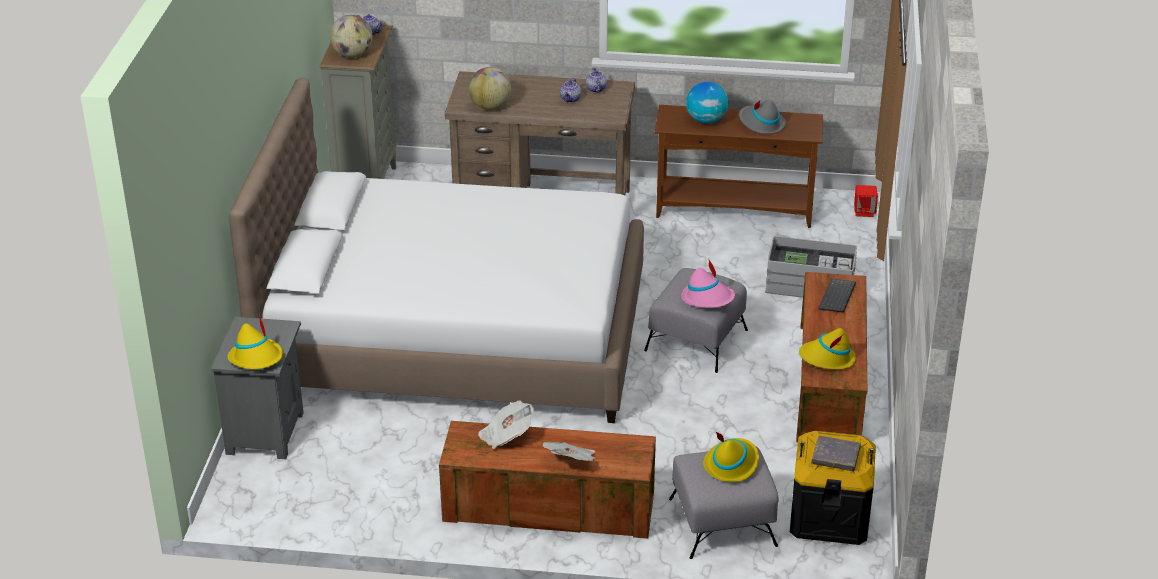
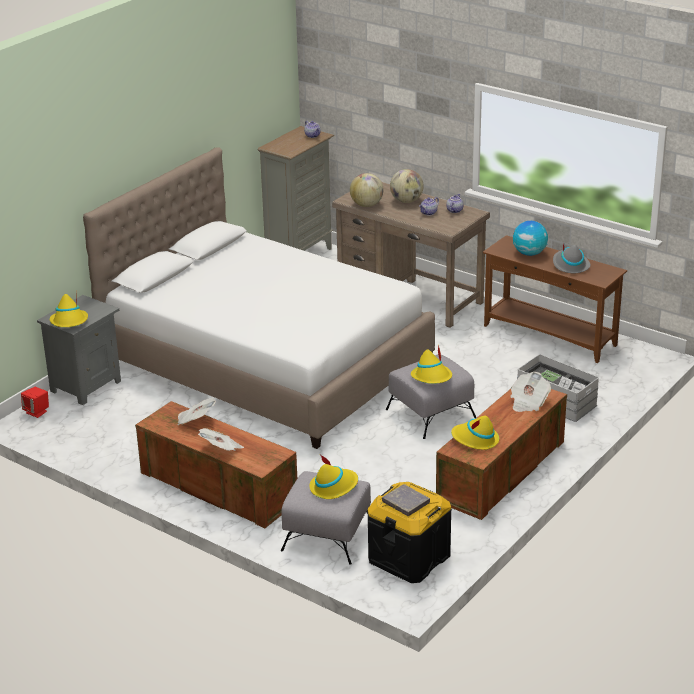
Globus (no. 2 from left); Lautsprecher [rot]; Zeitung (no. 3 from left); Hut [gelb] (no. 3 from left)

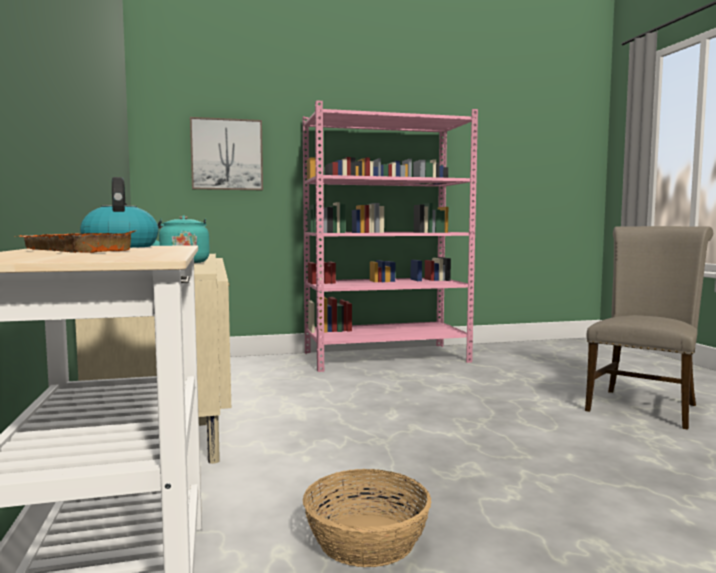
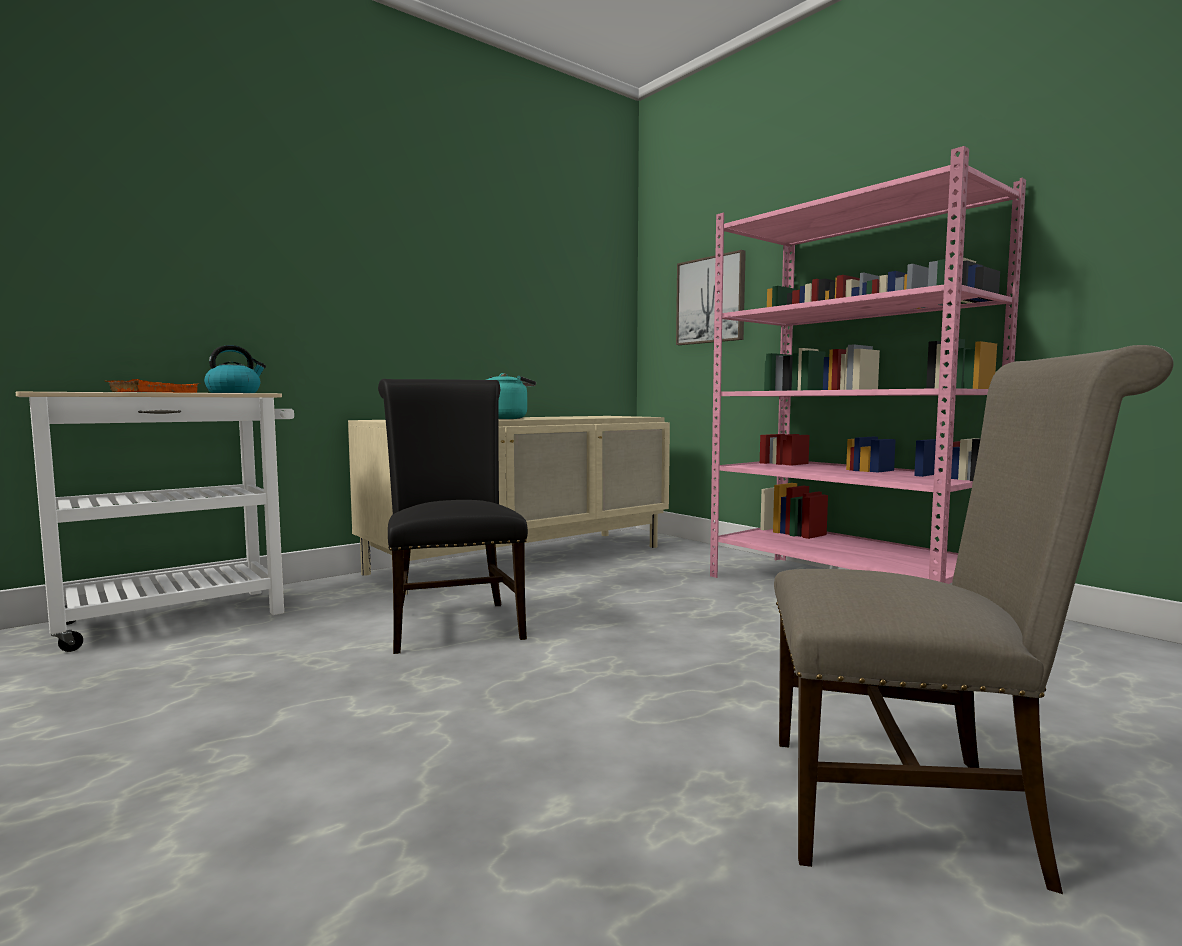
Korb; Stuhl [schwarz]

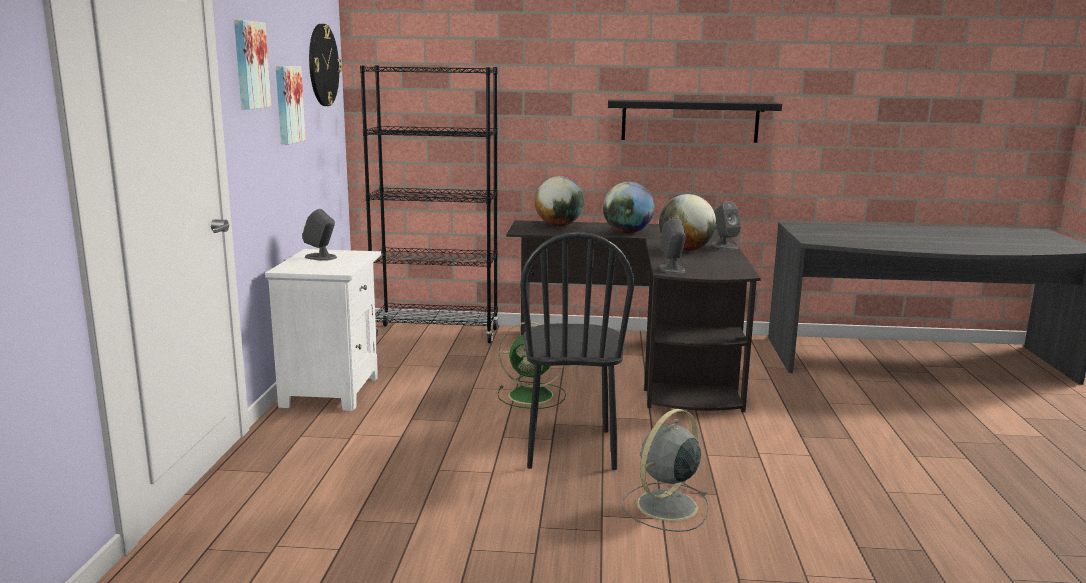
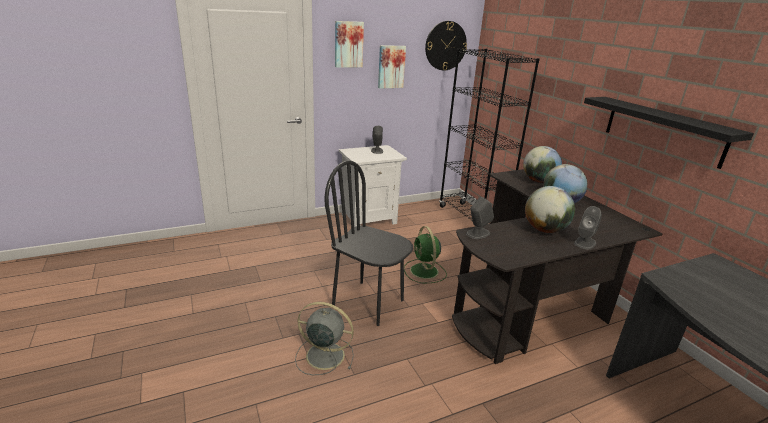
Stuhl [schwarz]

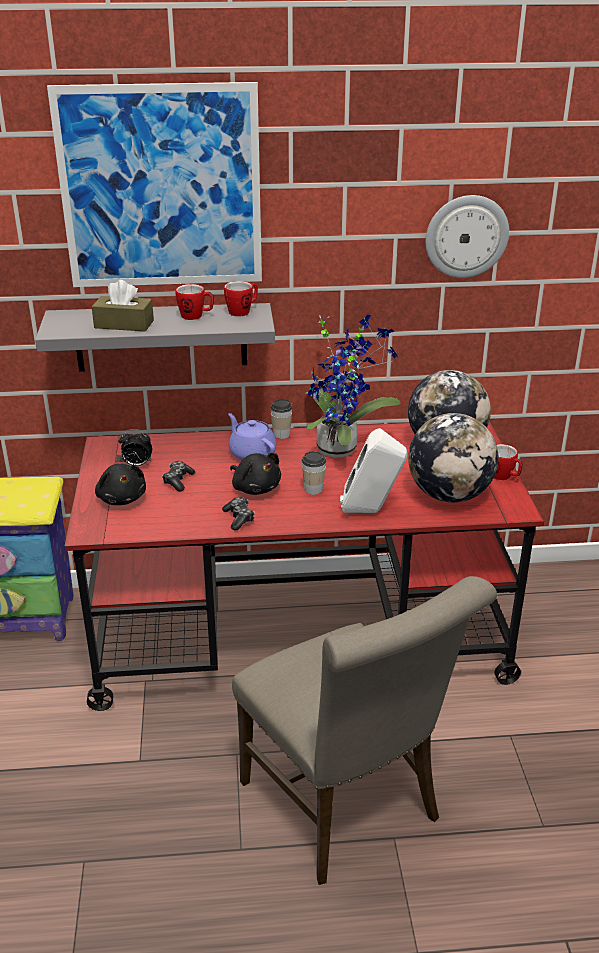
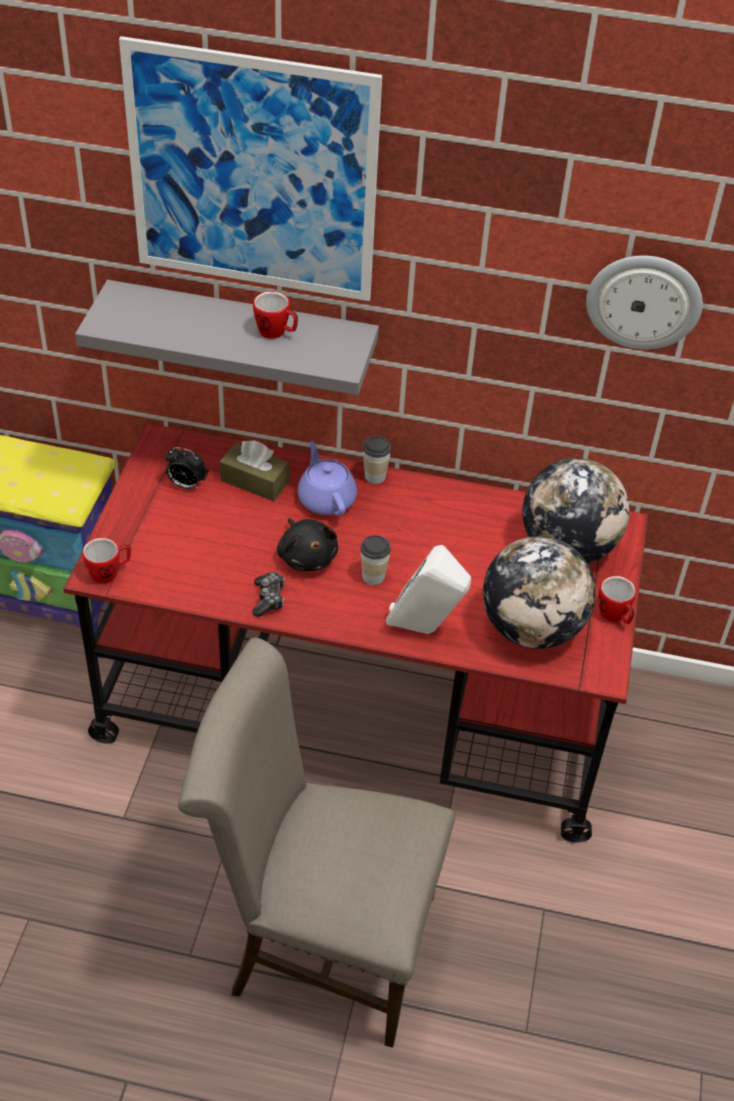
Plüschtier [schwarz] (no. 1 from left in the first image); Gamepad (no. 1 from left in the first image); Topfpflanze; Taschentuchbox [braun]; Henkelbecher (no. 1 from left); Stuhl [beige]

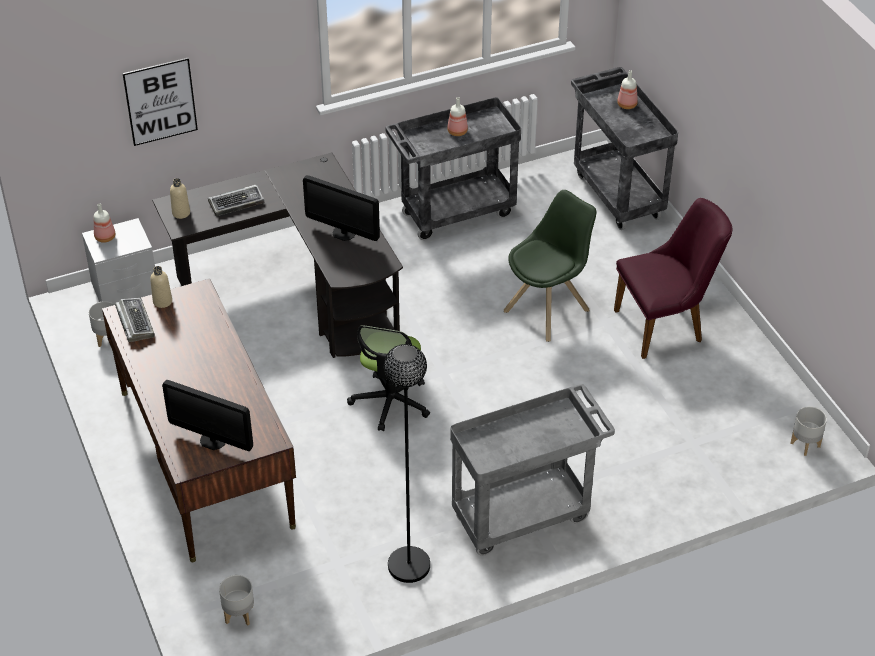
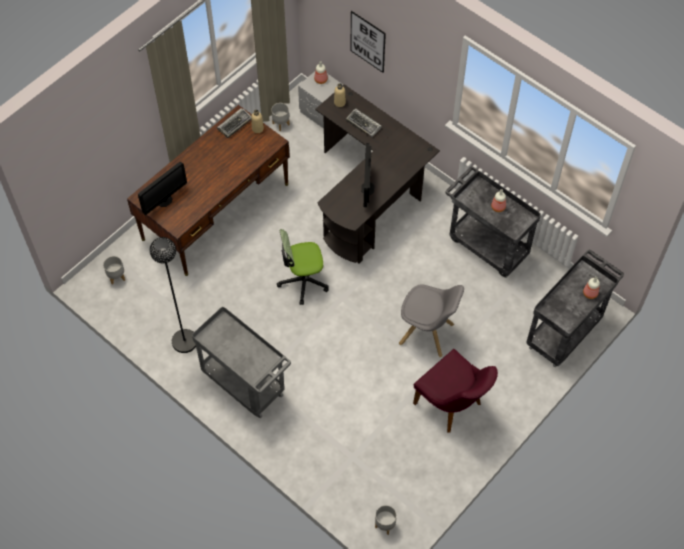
Stuhl [grau]; Monitor (no. 1 from left)

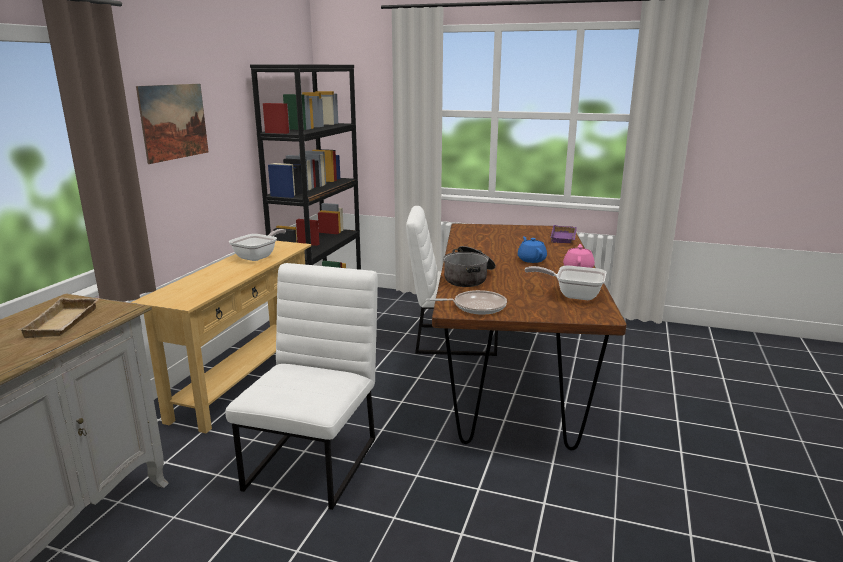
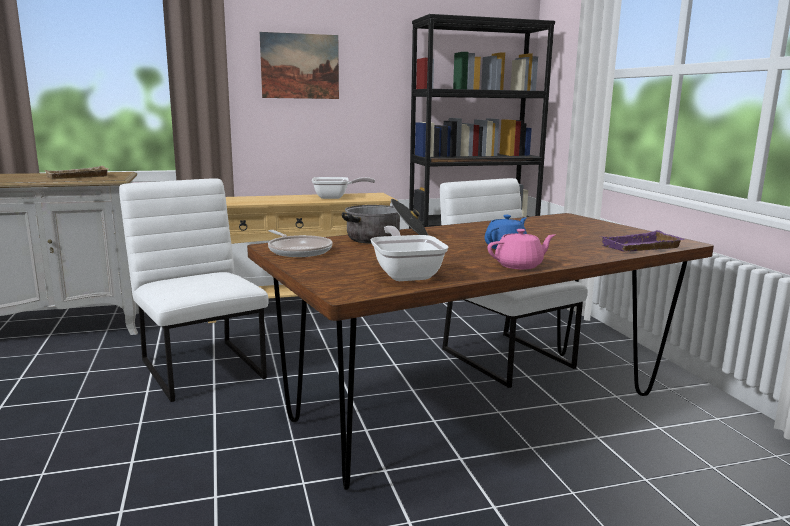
Stuhl [weiß] (no. 1 from left)

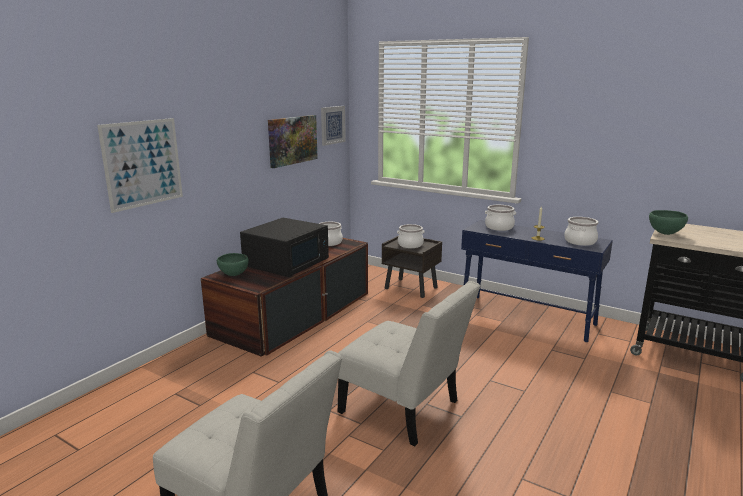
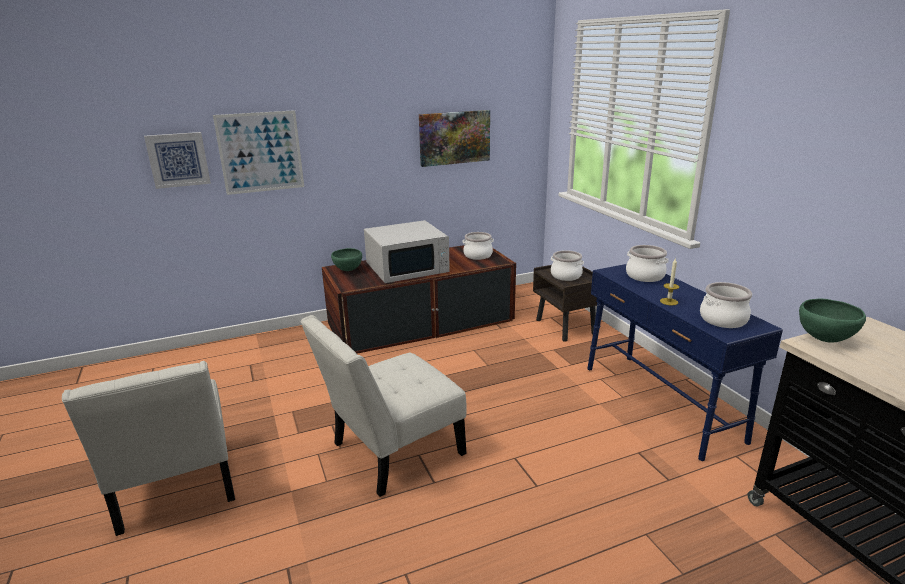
Bild (no. 1 from left); Mikrowelle [weiß]; Stuhl [weiß] (no. 2 from left)

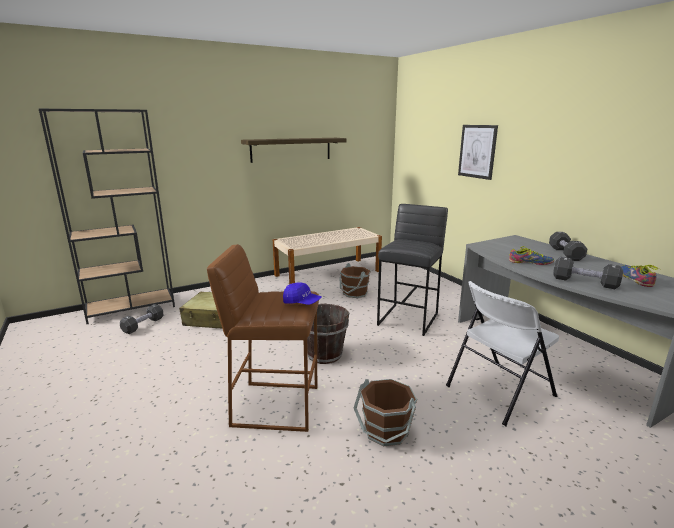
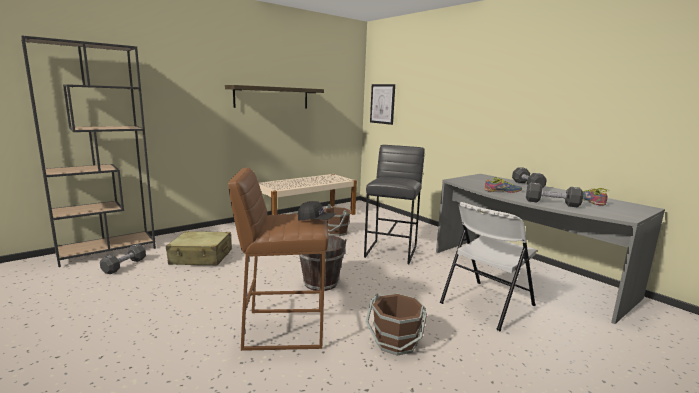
Bild; Kappe [schwarz]

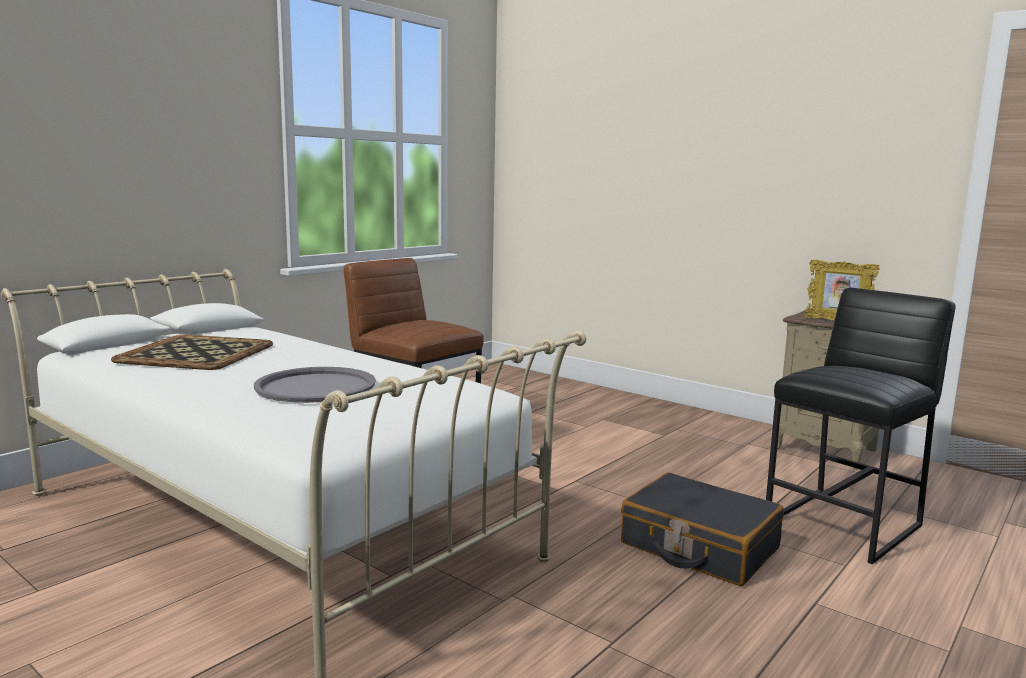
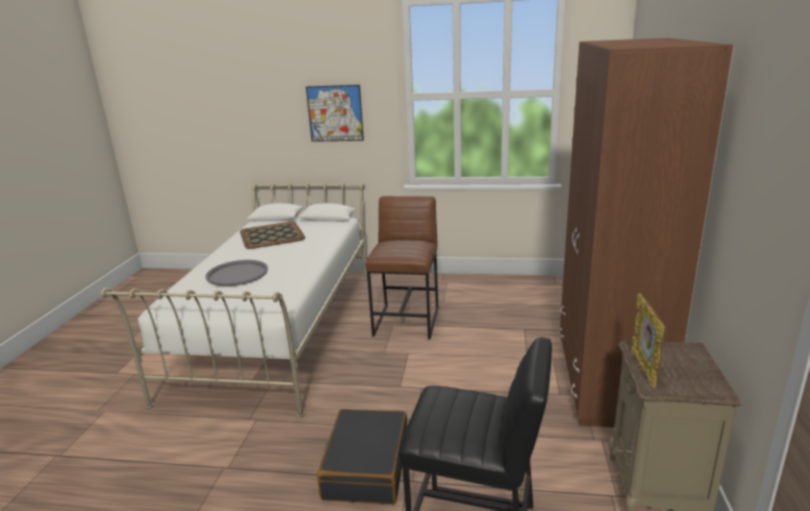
Bild; Kleiderschrank [braun]

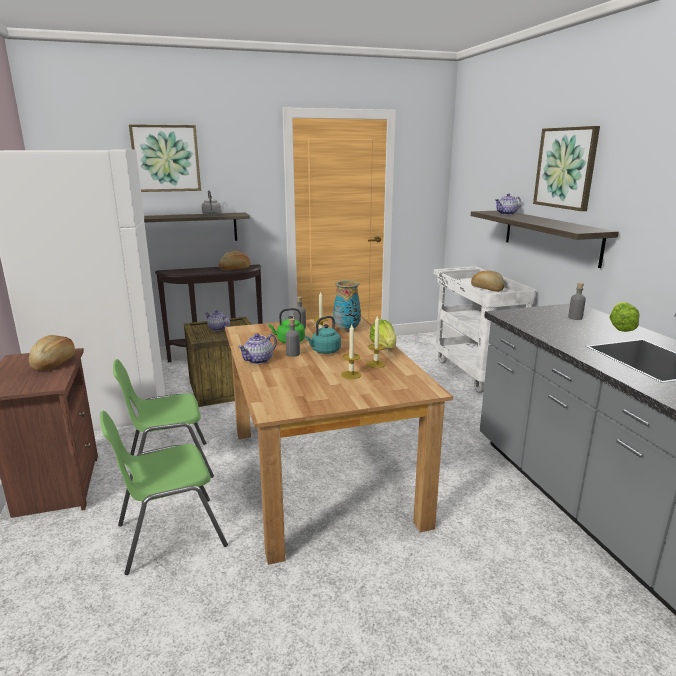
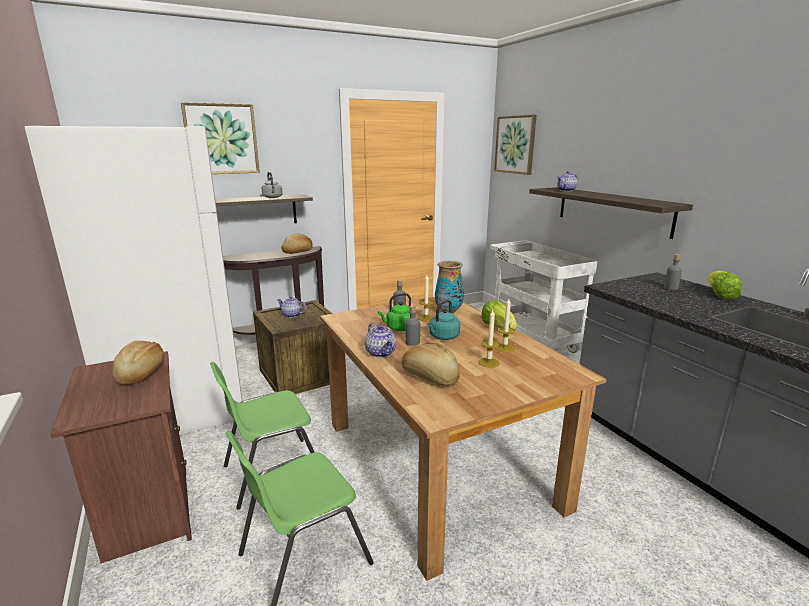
Brot (no. 3 from left); Bild (no. 2 from left); Teekanne (no. 2 from left)

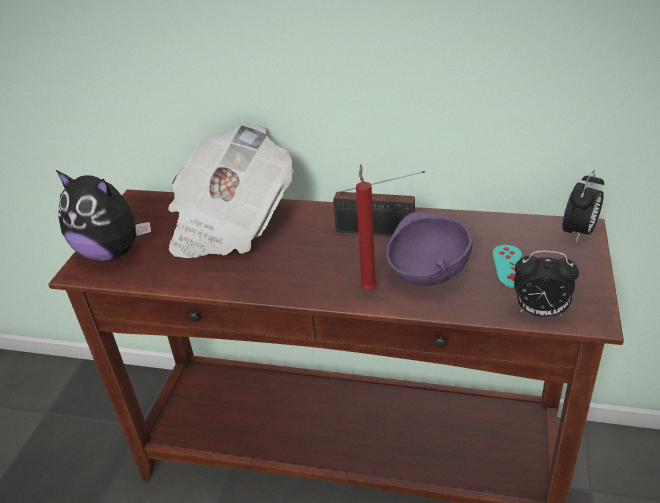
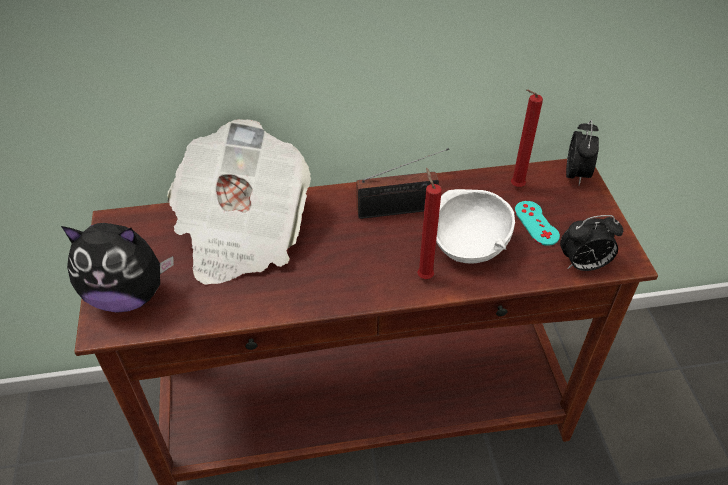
Kerze [rot] (no. 2 from left); Schüssel [weiß]

